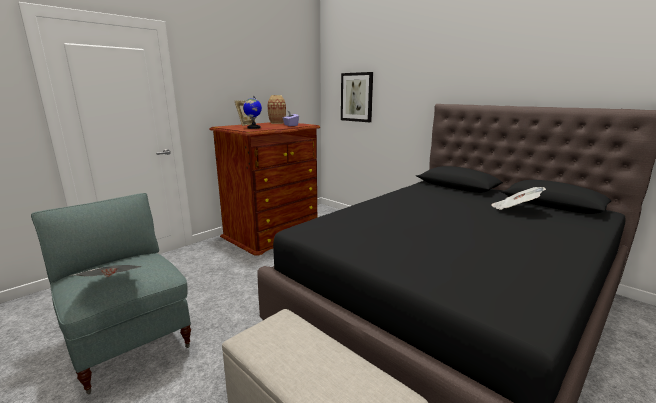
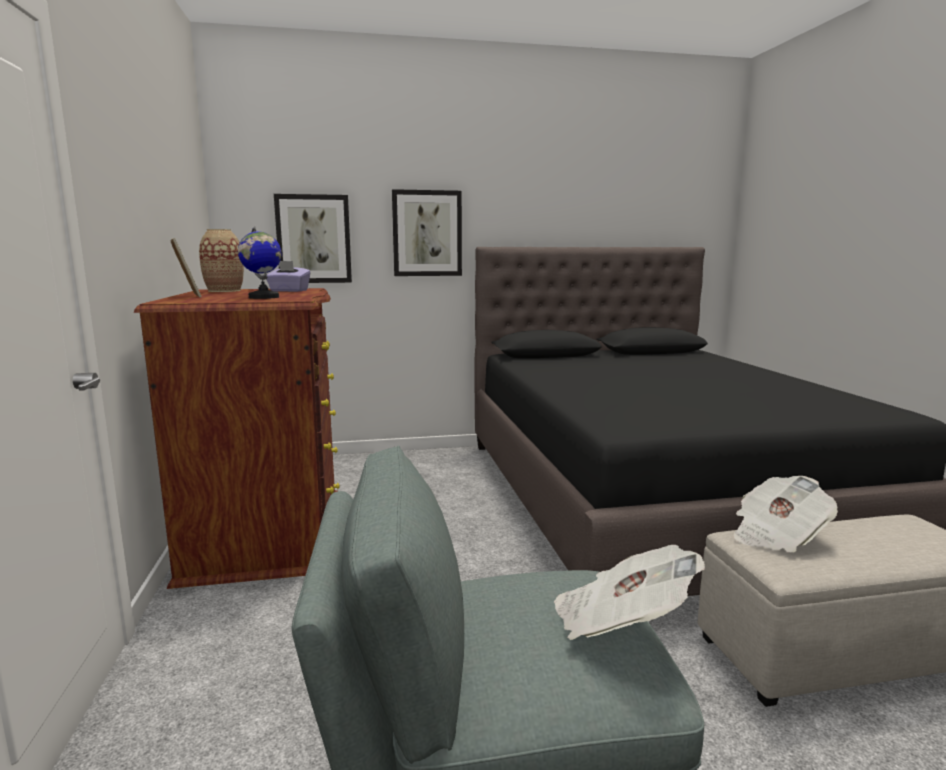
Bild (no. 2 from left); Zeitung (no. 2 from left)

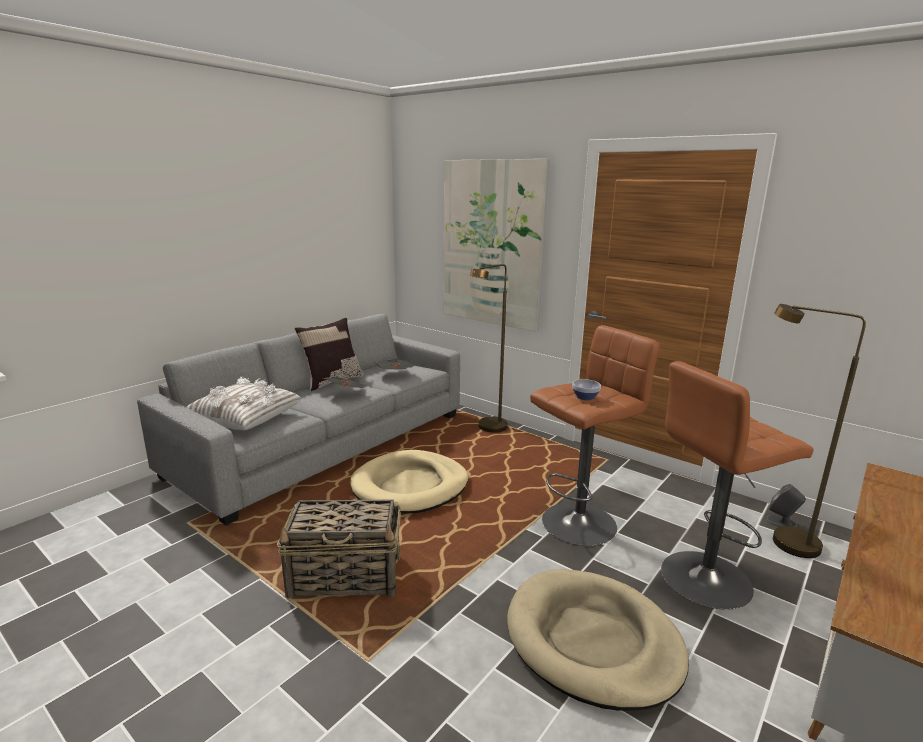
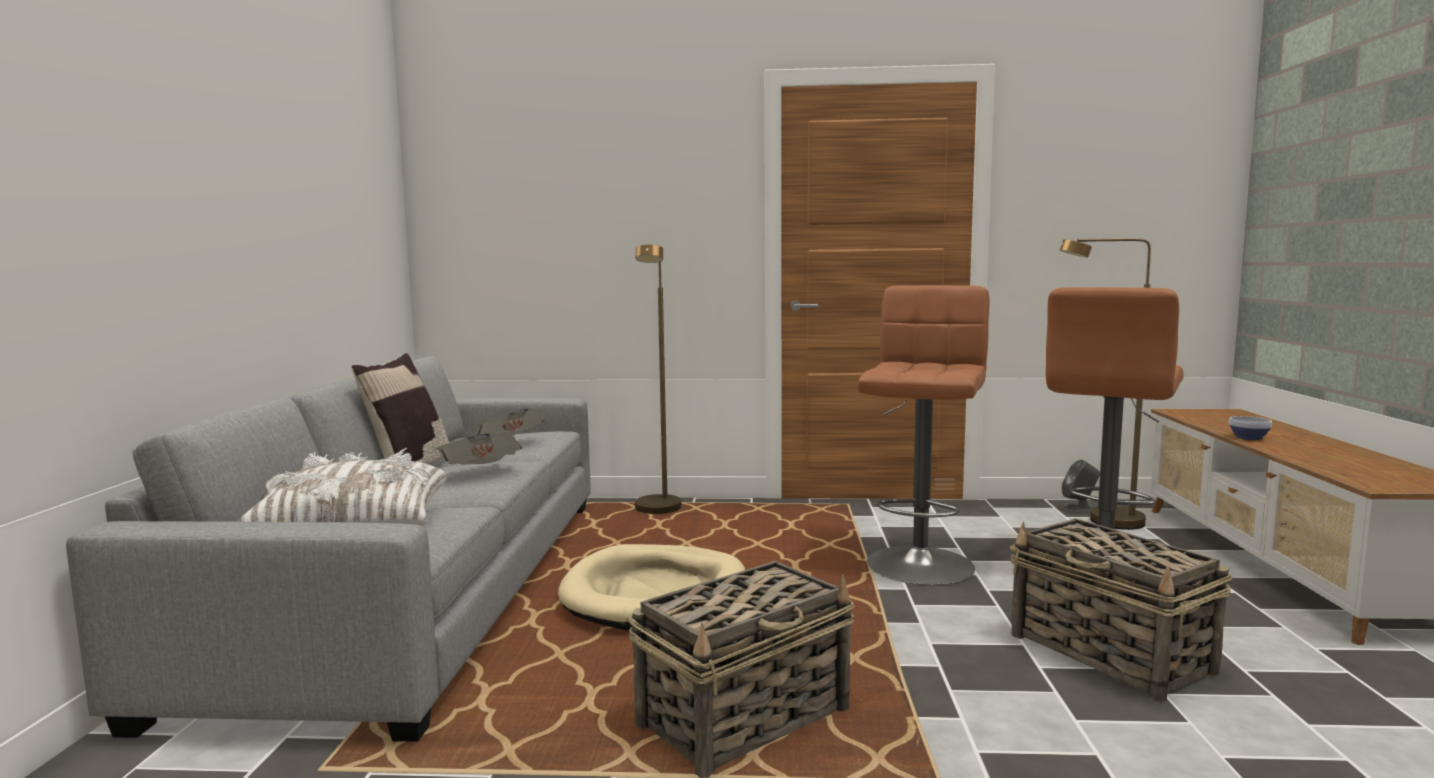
Bild; Schüssel; Korb (no. 2 from left)

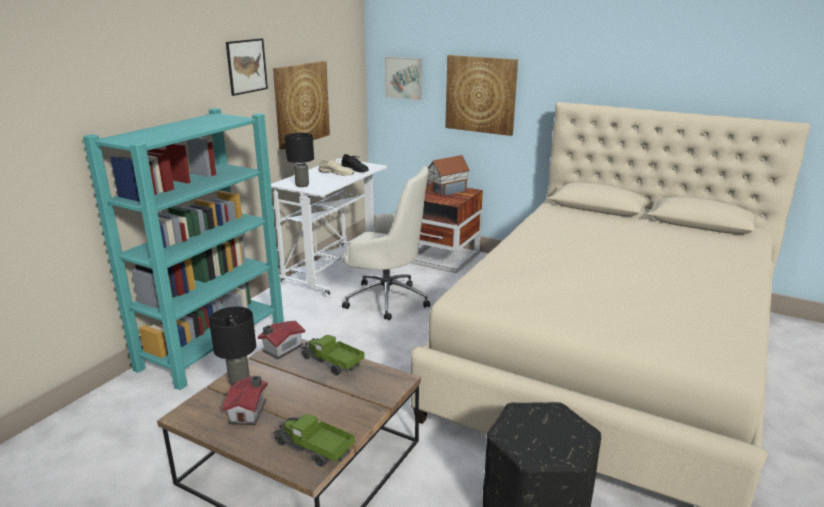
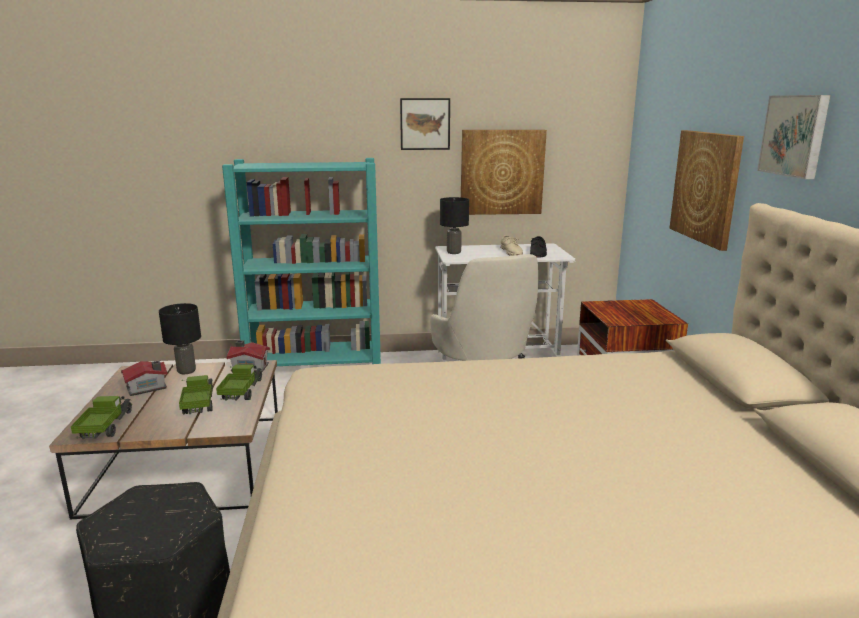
Spielzeughaus (no. 3 from left in the first image); Spielzeuglaster (no. 2 from left); Bild (no. 4 from left)

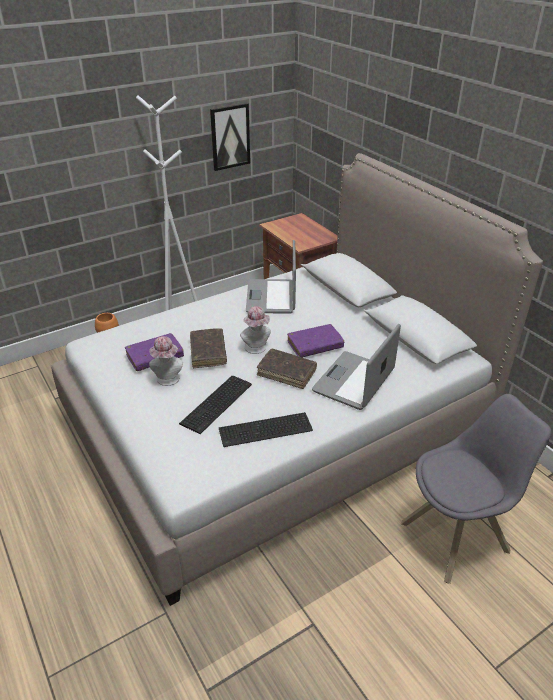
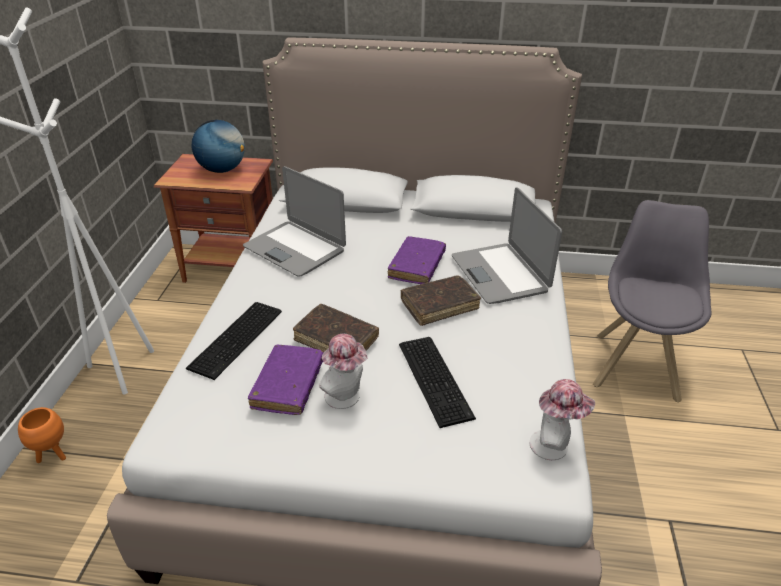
Bild; Globus; Tastatur (no. 1 from left); Hut (no. 2 from left)

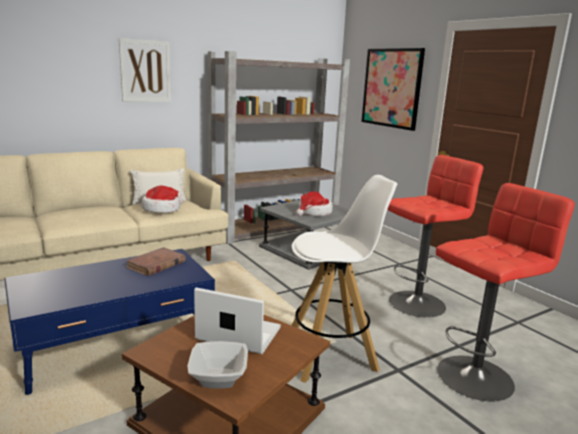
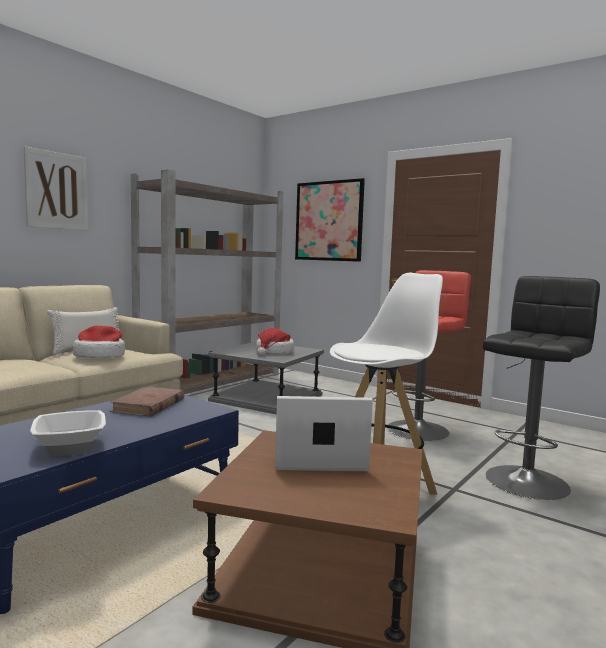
Schüssel; Hocker [schwarz]

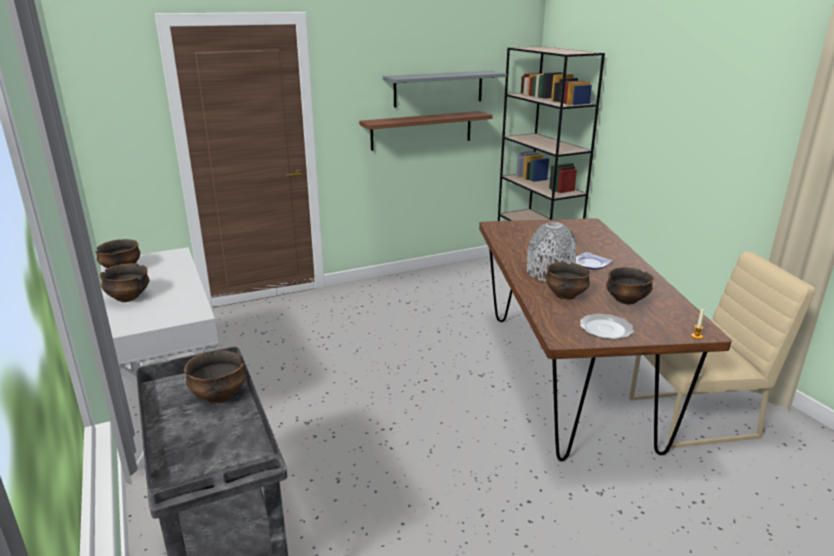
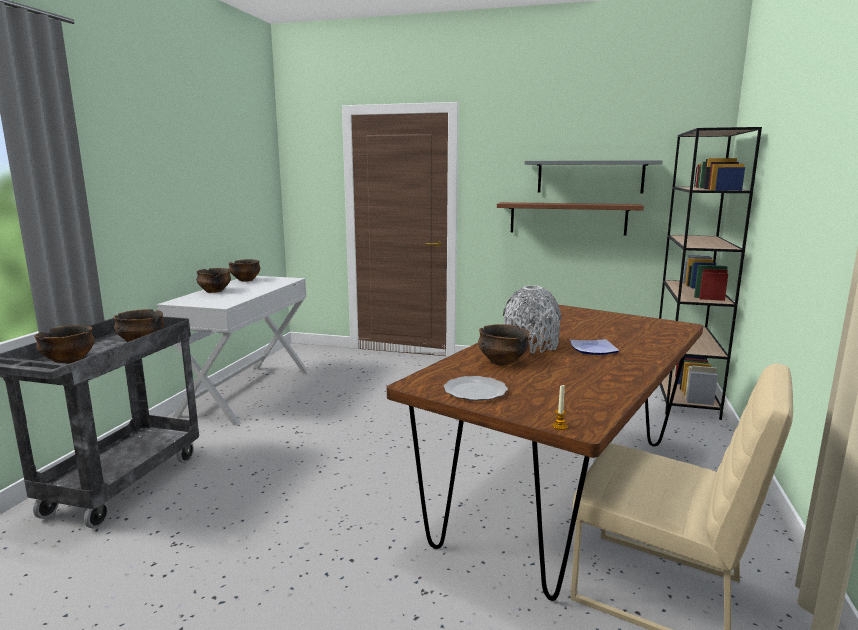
Schüssel (no. 1 from left)

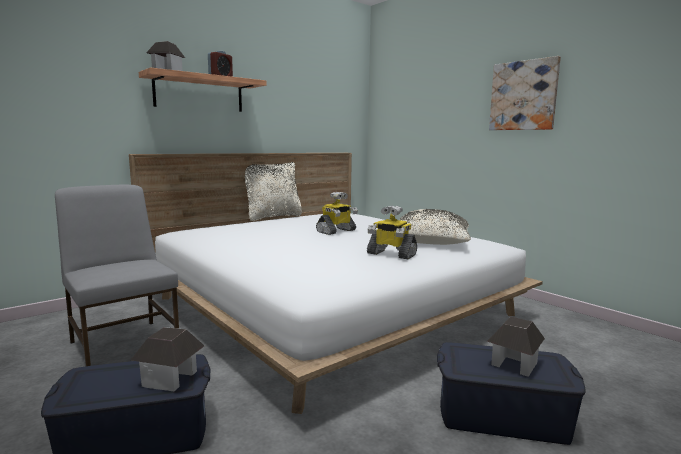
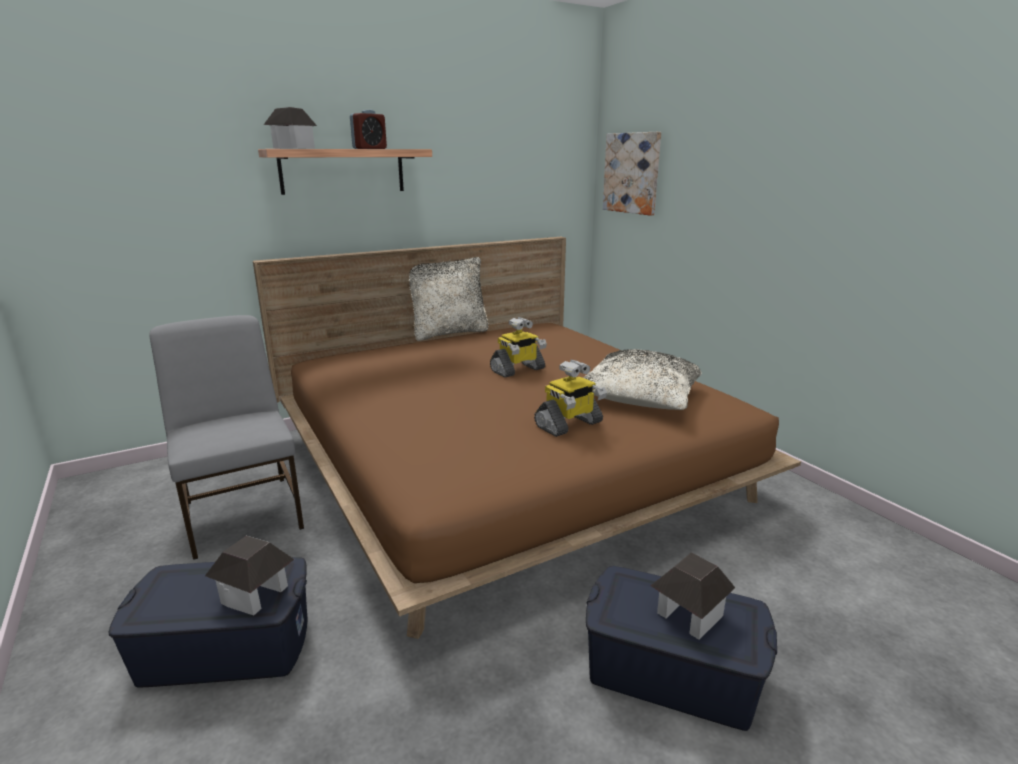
Bild; Bett [braun]; Spielzeugroboter (no. 2 from left)

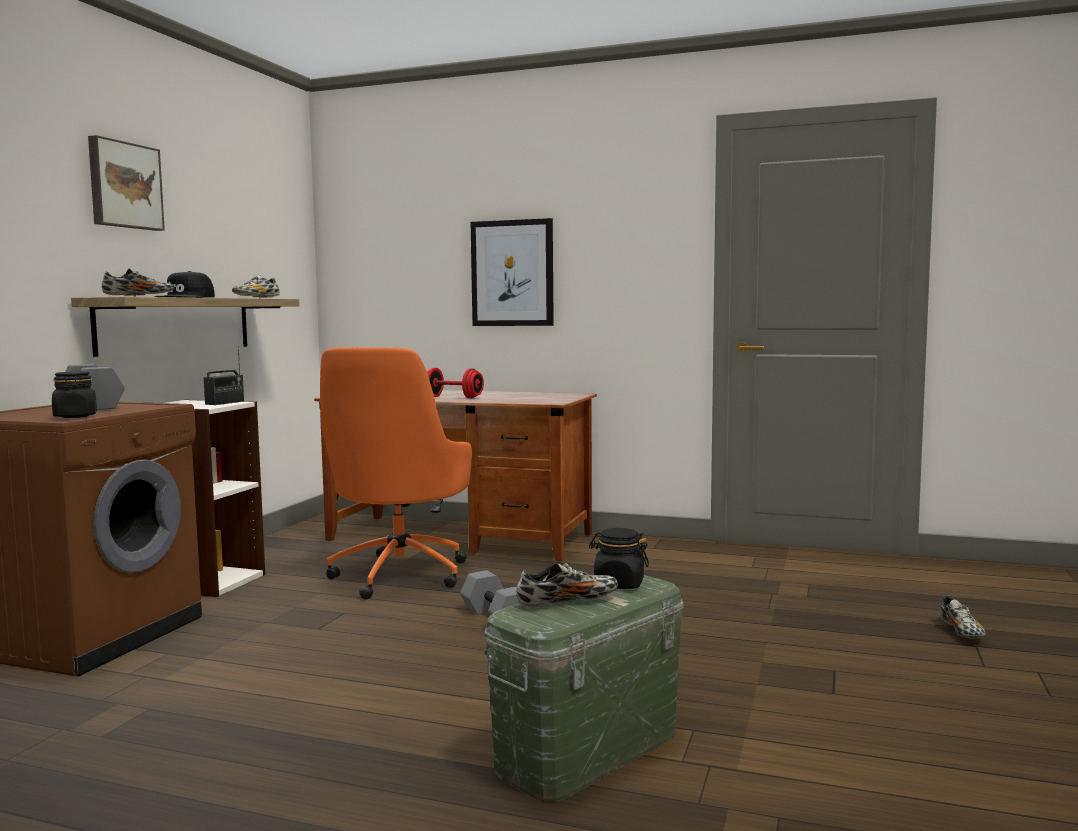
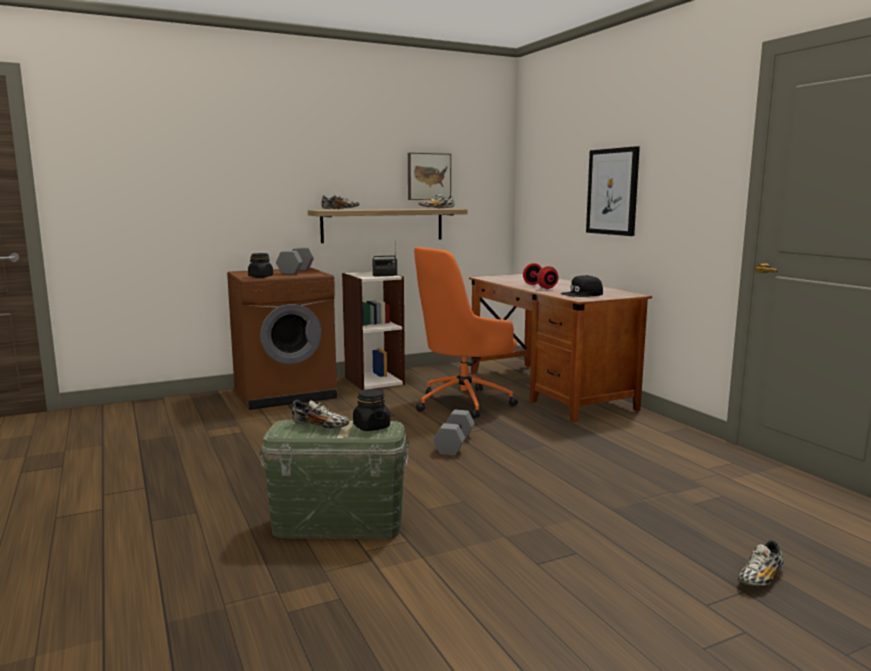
Bild (no. 1 from left); Kappe [schwarz]

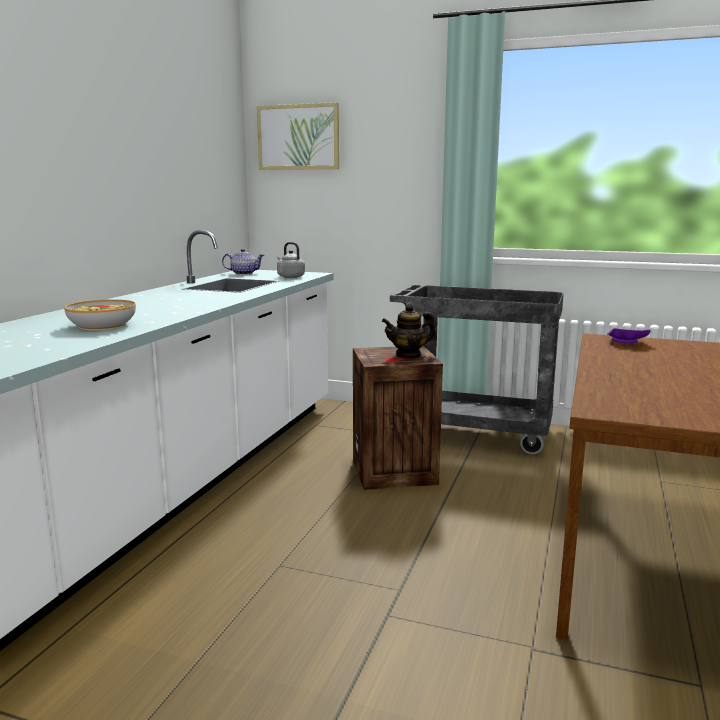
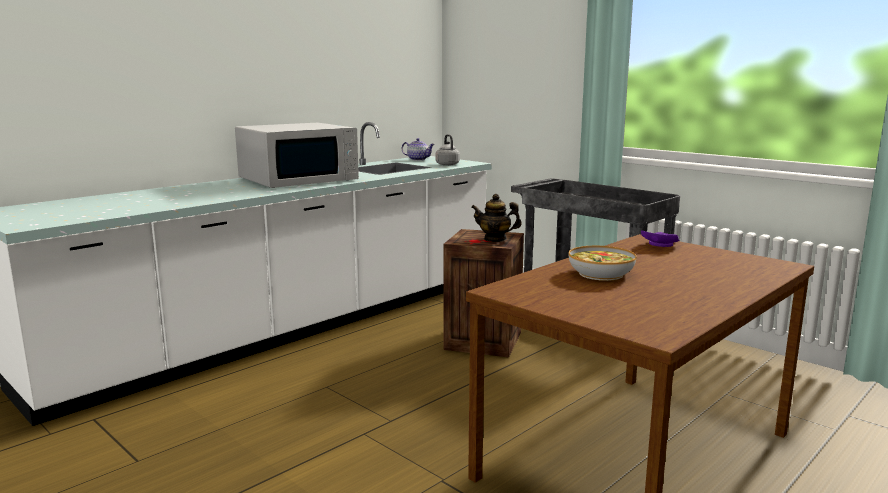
Bild; Mikrowelle [weiß]; Schüssel

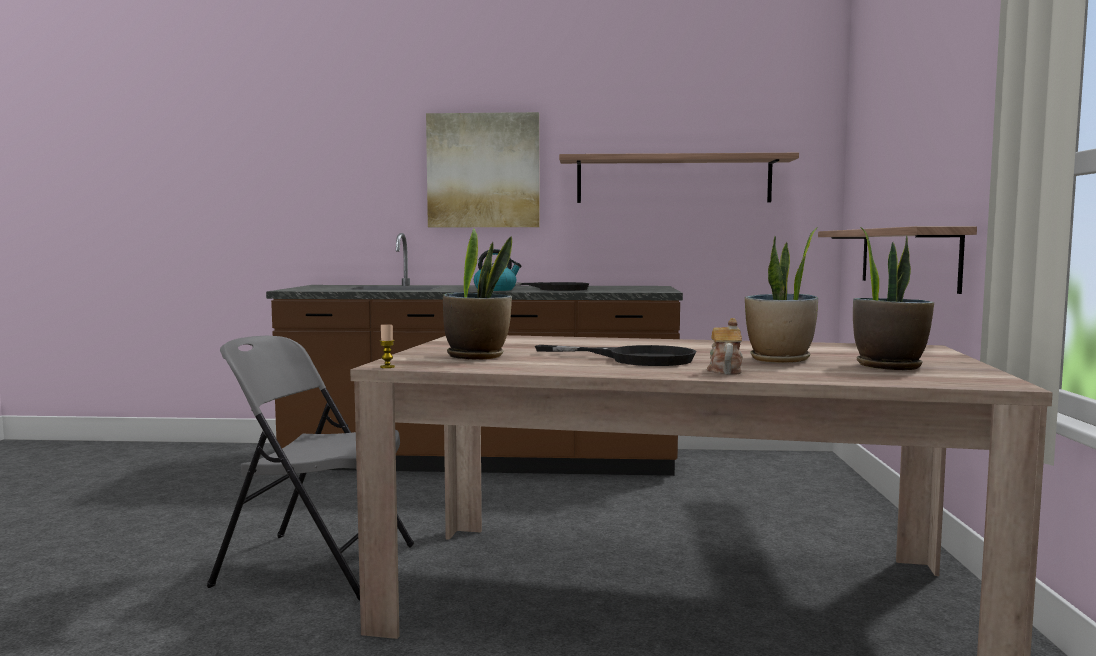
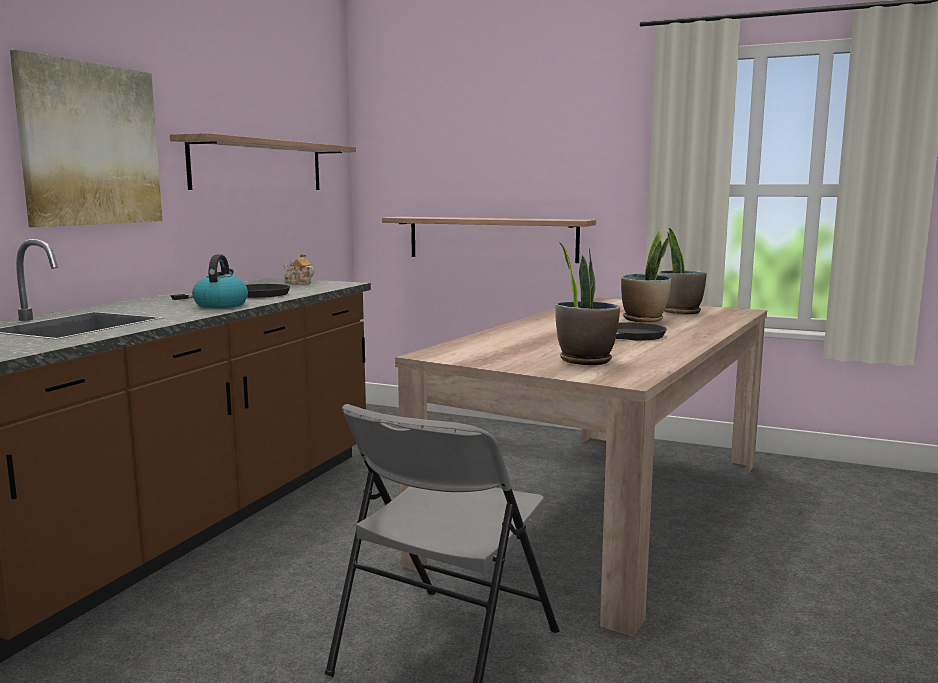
Kerze; Teekanne

